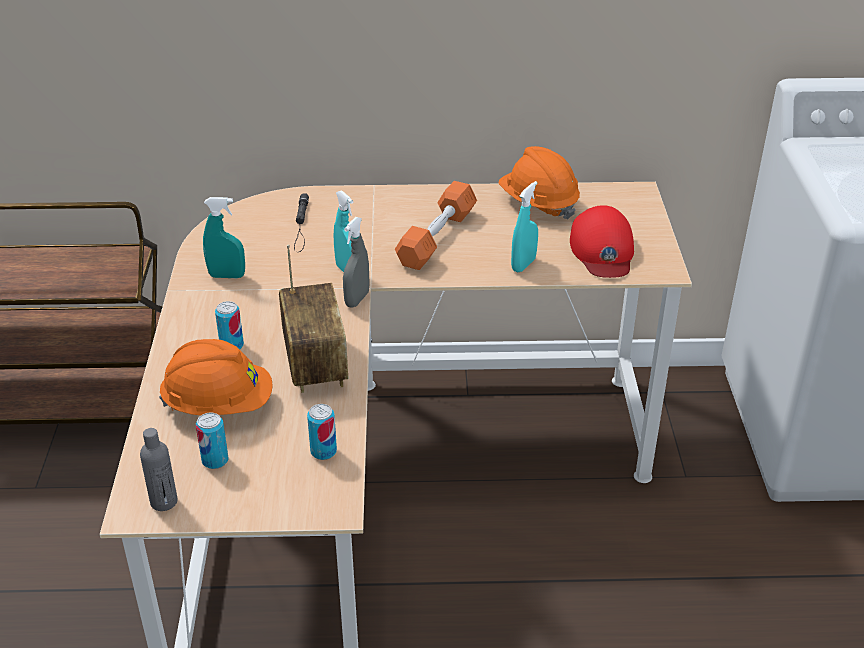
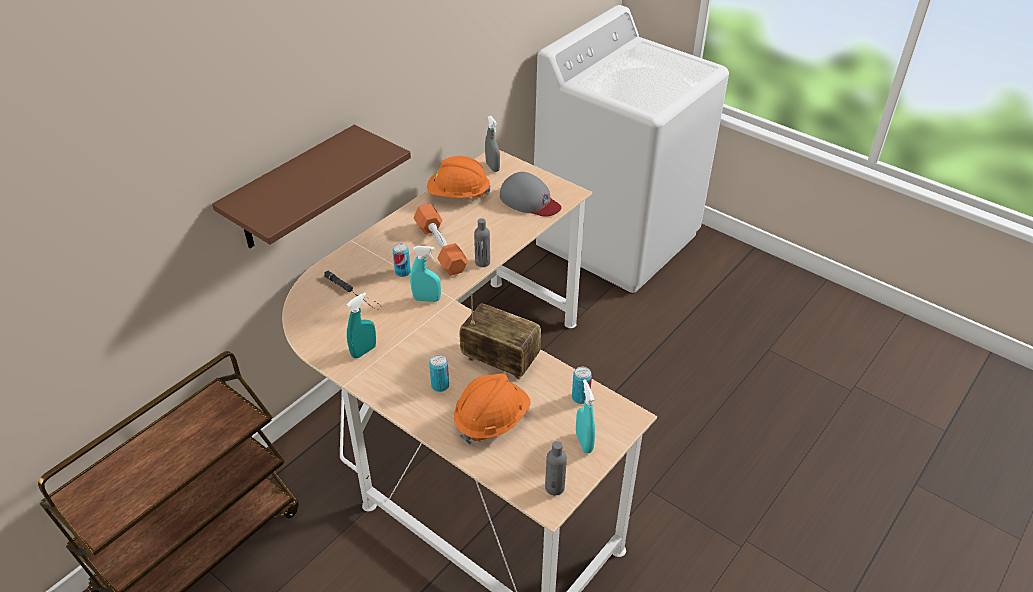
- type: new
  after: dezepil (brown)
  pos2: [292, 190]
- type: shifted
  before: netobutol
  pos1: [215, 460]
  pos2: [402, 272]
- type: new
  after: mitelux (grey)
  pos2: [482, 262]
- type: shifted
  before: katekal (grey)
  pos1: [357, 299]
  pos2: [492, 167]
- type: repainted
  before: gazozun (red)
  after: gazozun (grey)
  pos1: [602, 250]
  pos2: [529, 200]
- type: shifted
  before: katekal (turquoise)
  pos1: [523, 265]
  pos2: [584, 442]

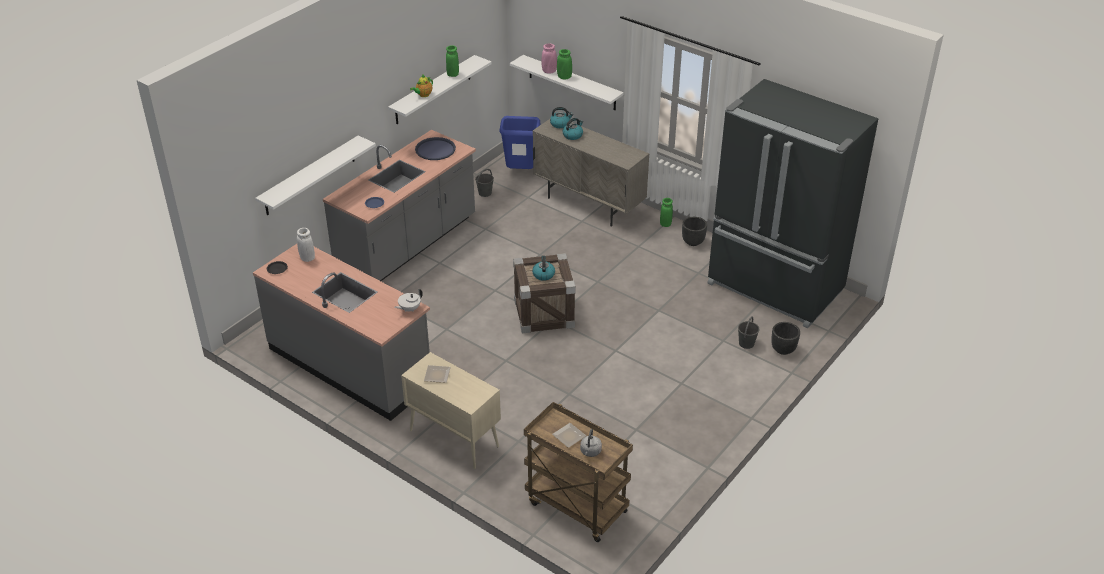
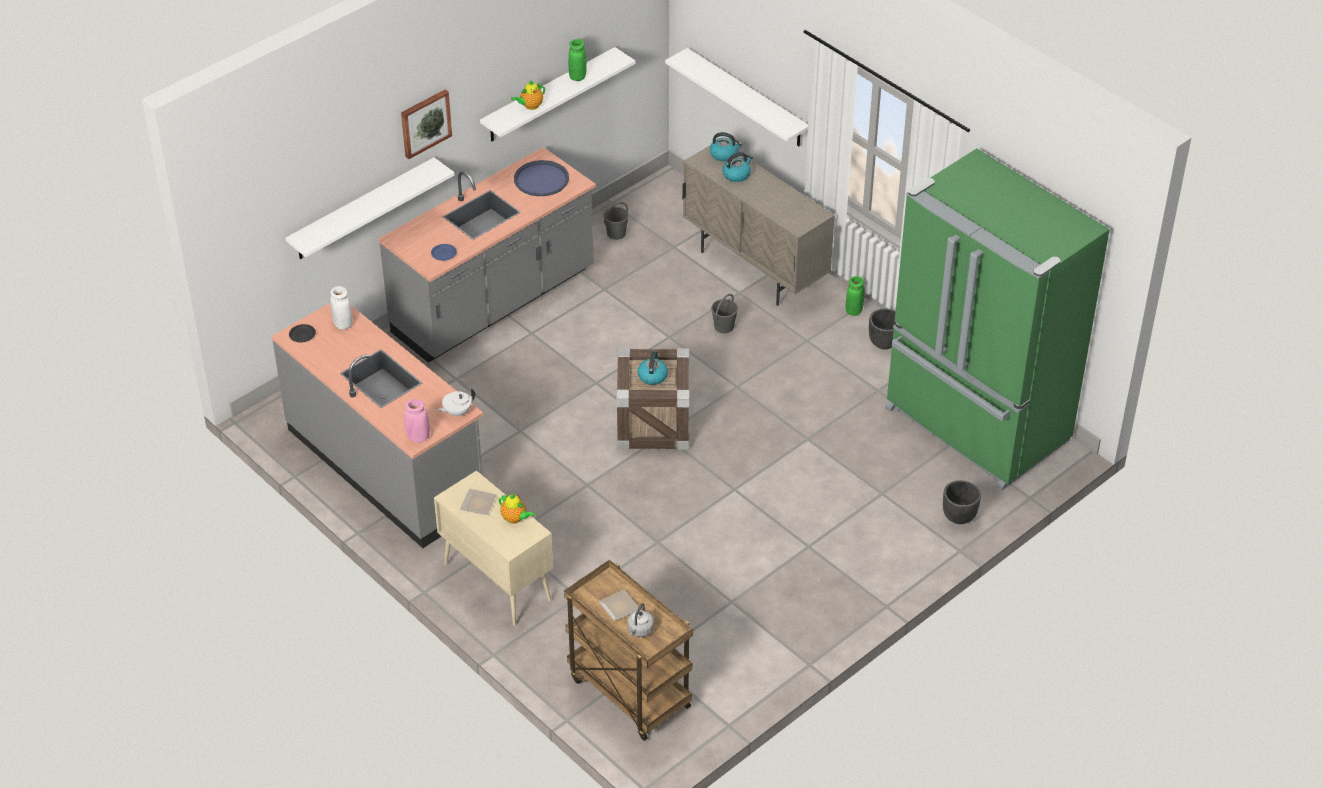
- type: new
  after: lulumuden
  pos2: [425, 123]
- type: shifted
  before: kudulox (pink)
  pos1: [549, 71]
  pos2: [418, 437]
- type: new
  after: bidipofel
  pos2: [515, 519]
- type: shifted
  before: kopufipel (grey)
  pos1: [746, 344]
  pos2: [723, 327]
- type: repainted
  before: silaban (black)
  after: silaban (green)
  pos1: [774, 288]
  pos2: [975, 426]
- type: gone
  before: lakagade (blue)
  pos1: [521, 172]
- type: gone
  before: kudulox (green)
  pos1: [564, 77]

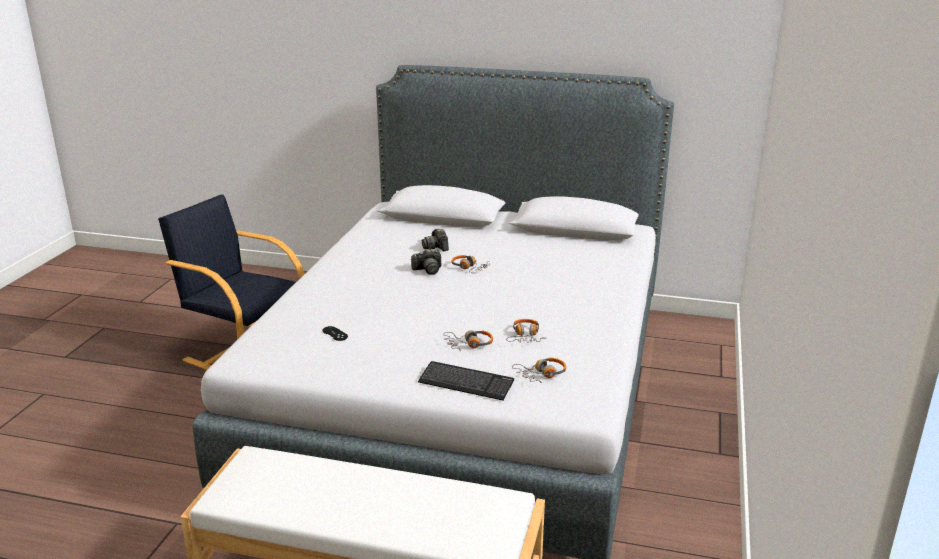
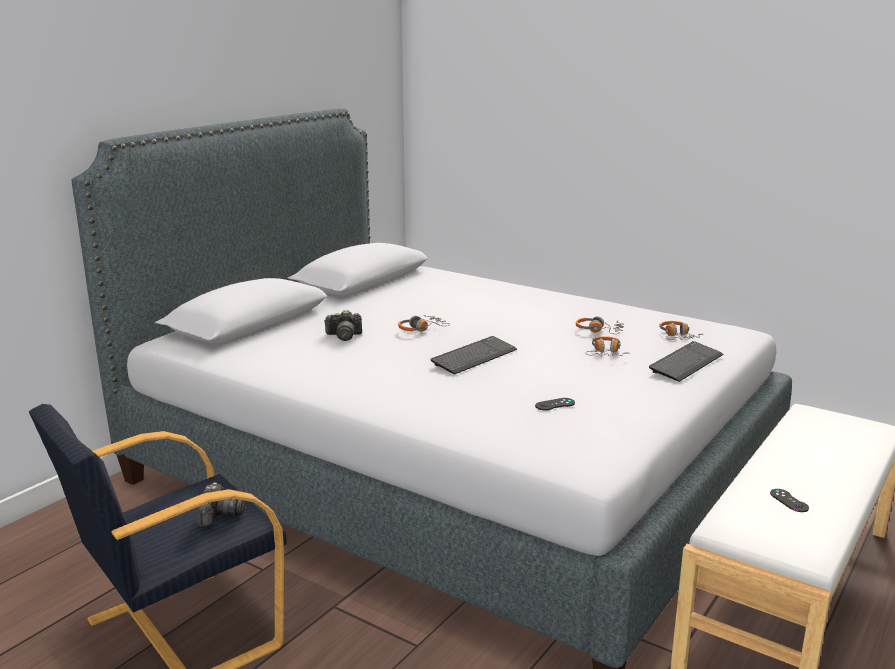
- type: shifted
  before: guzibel
  pos1: [428, 270]
  pos2: [220, 515]
- type: new
  after: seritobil
  pos2: [474, 357]
- type: new
  after: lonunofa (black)
  pos2: [789, 500]

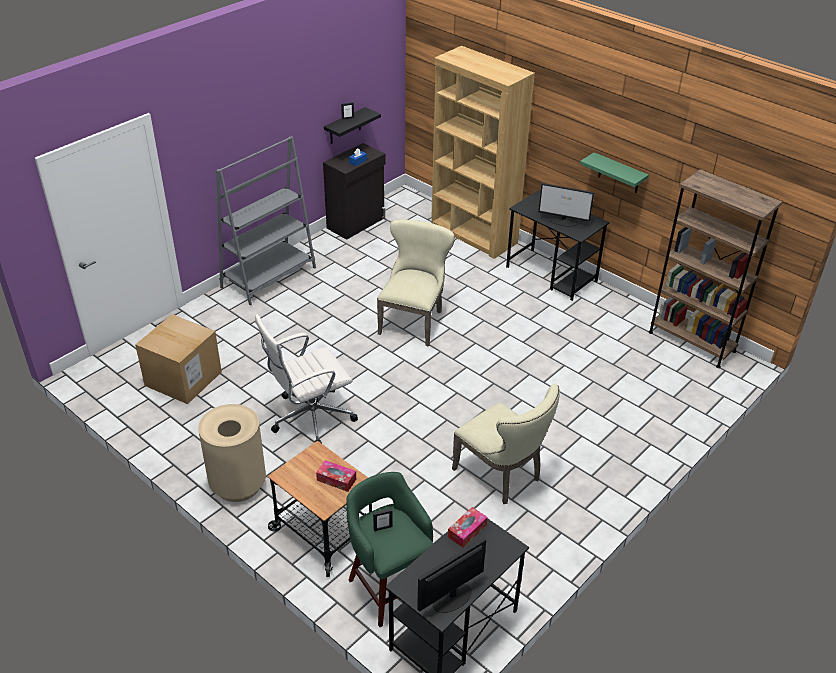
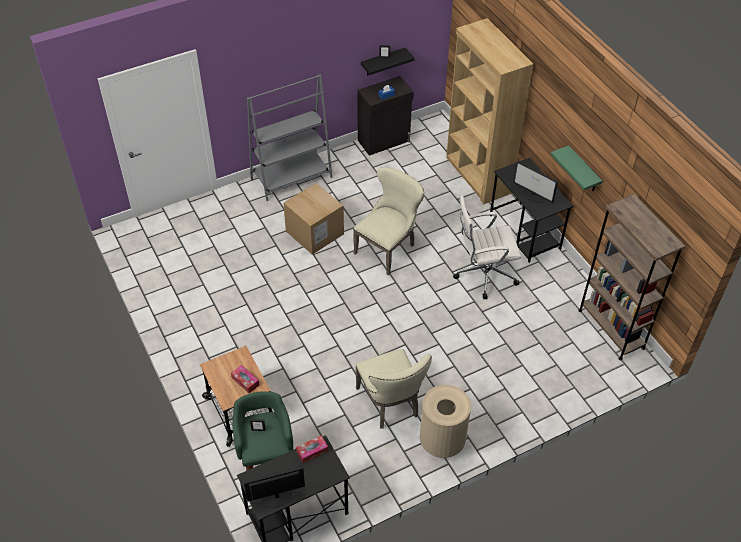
- type: shifted
  before: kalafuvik
  pos1: [183, 379]
  pos2: [314, 232]
- type: shifted
  before: lakagade (beige)
  pos1: [238, 484]
  pos2: [441, 442]
- type: shifted
  before: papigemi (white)
  pos1: [309, 417]
  pos2: [483, 273]

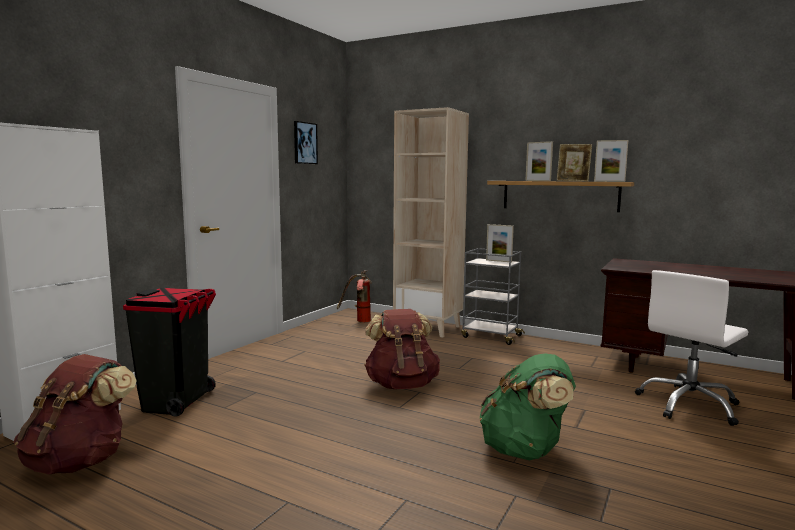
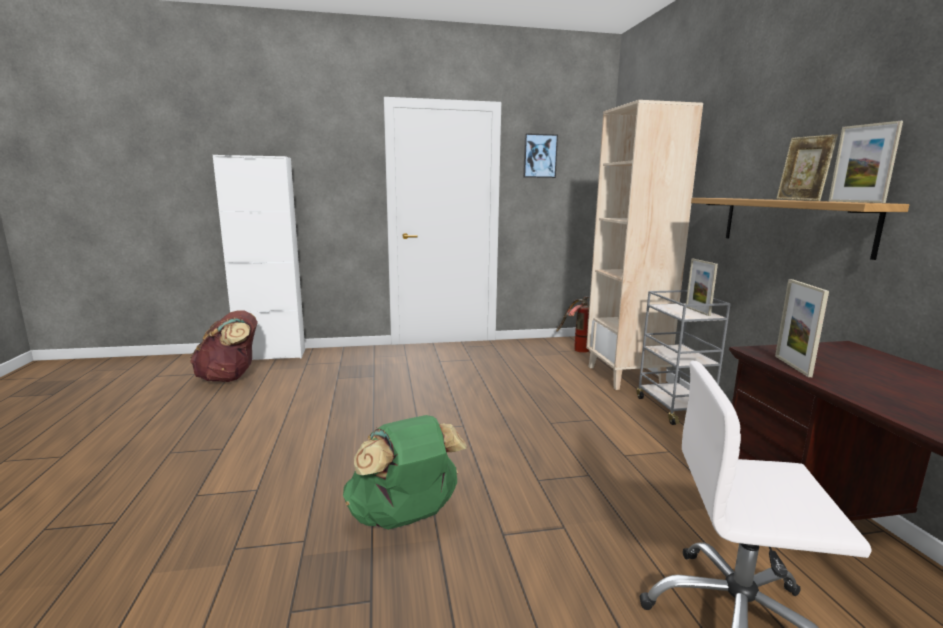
- type: shifted
  before: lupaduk
  pos1: [538, 180]
  pos2: [792, 366]
- type: gone
  before: lakagade (black)
  pos1: [177, 402]
- type: gone
  before: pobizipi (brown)
  pos1: [401, 385]

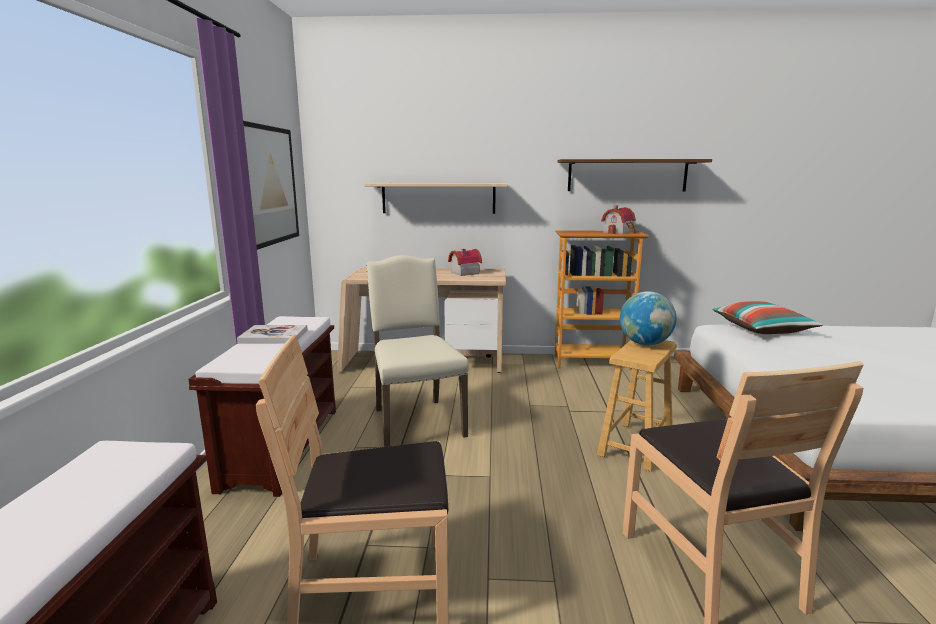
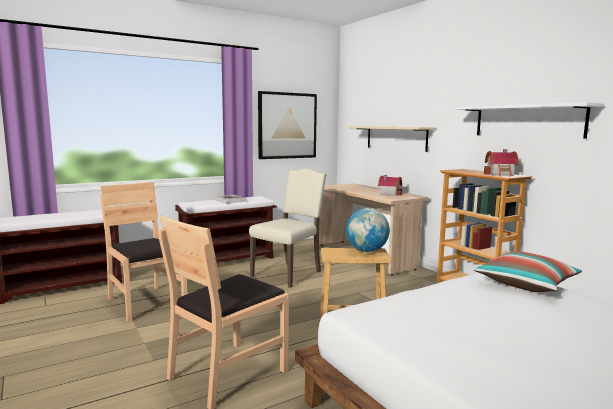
- type: repainted
  before: dezepil (brown)
  after: dezepil (white)
  pos1: [627, 175]
  pos2: [527, 121]

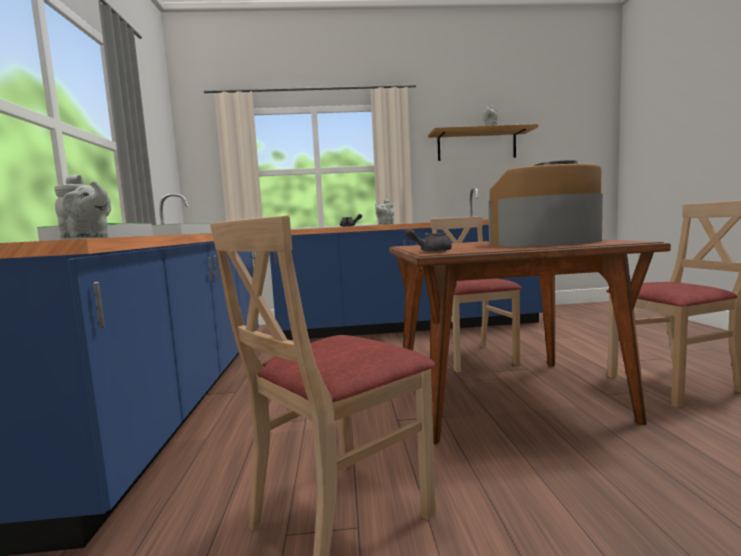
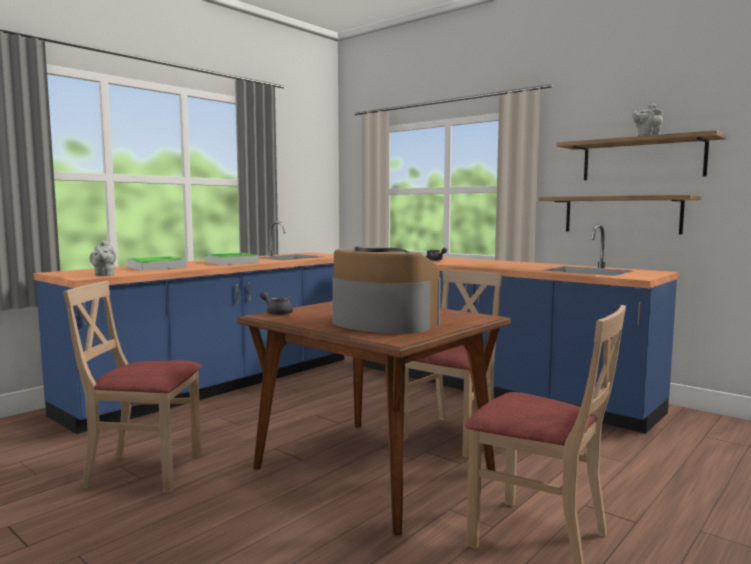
- type: new
  after: dezepil
  pos2: [621, 214]
- type: gone
  before: bidipofel (grey)
  pos1: [385, 224]

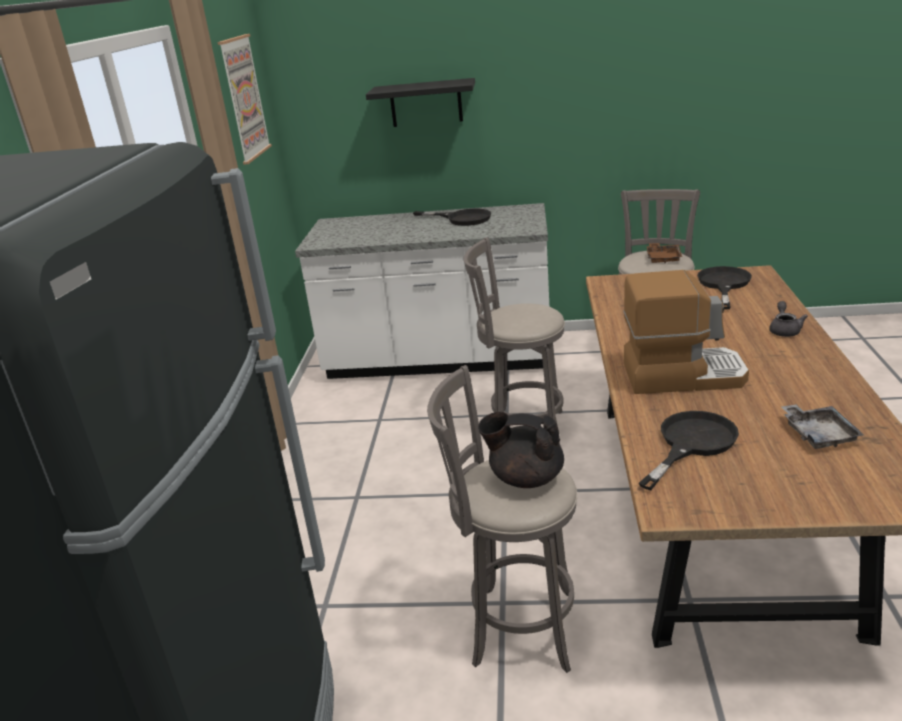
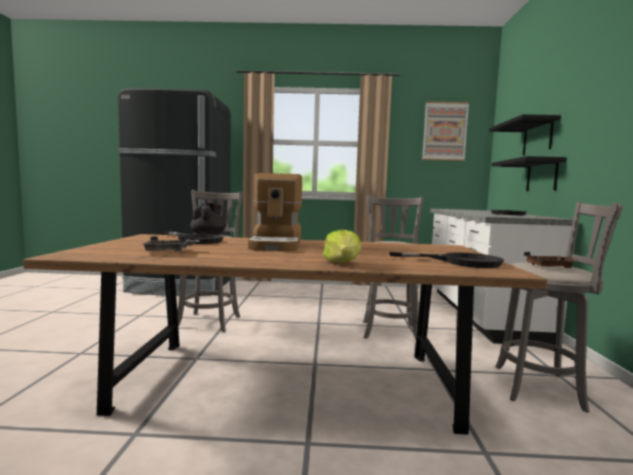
- type: swapped
  before: bidipofel (grey)
  after: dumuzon
  pos1: [784, 330]
  pos2: [343, 263]
- type: new
  after: dezepil (black)
  pos2: [542, 175]

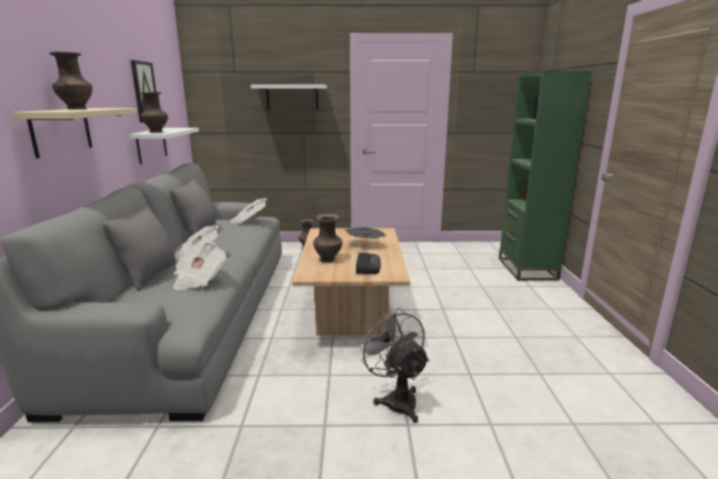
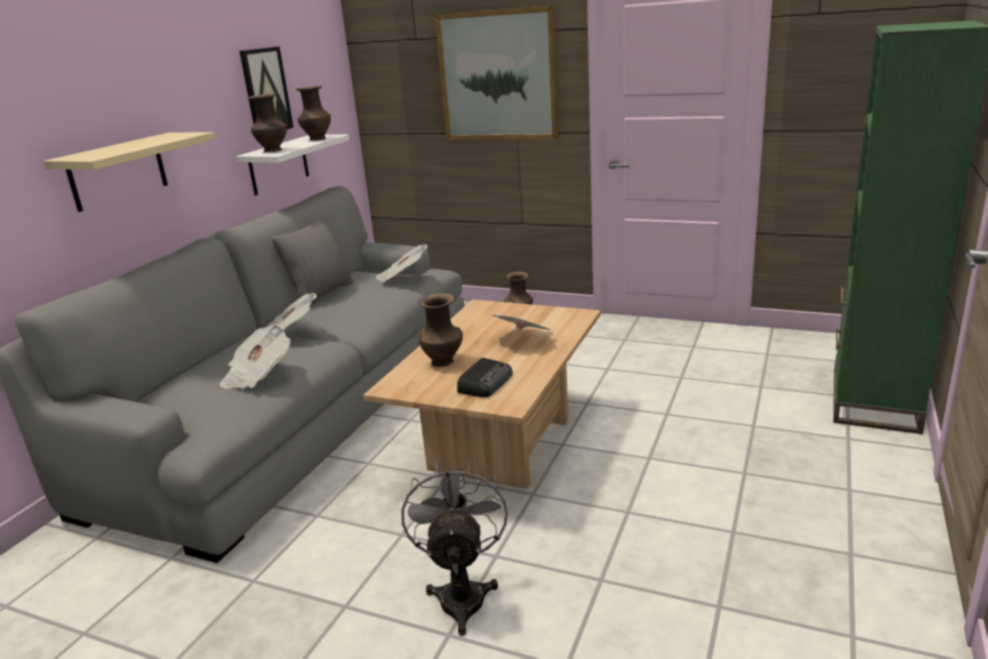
- type: shifted
  before: kudulox (brown)
  pos1: [76, 109]
  pos2: [317, 139]
- type: swapped
  before: dezepil (white)
  after: lulumuden
  pos1: [292, 97]
  pos2: [498, 76]
- type: gone
  before: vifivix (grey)
  pos1: [149, 276]

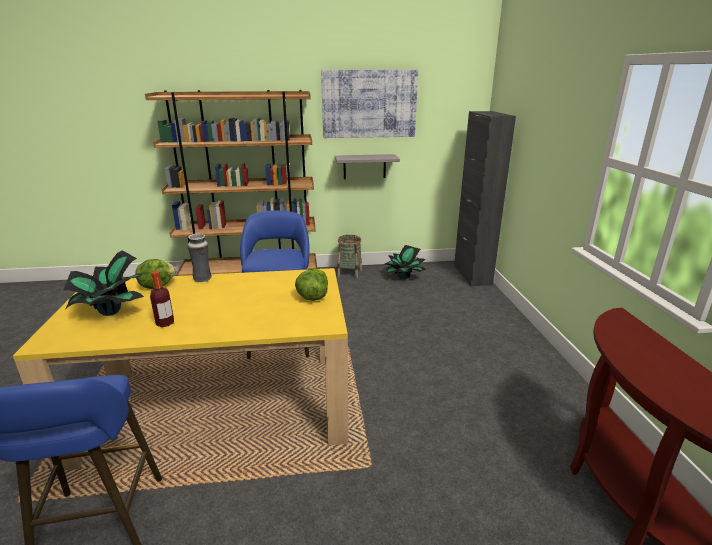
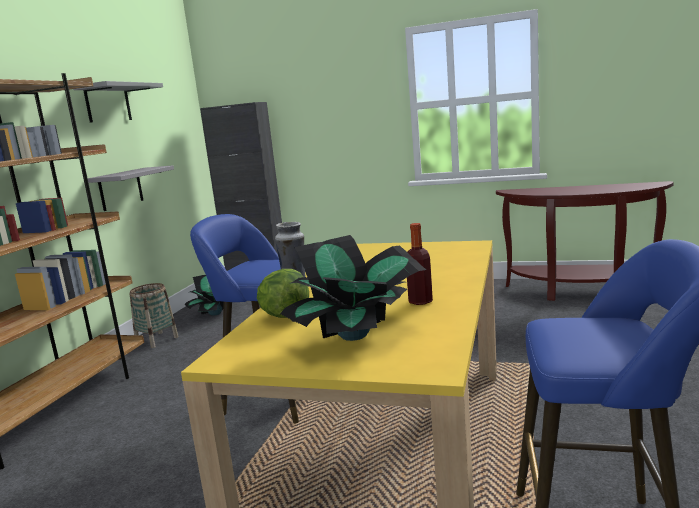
- type: swapped
  before: lulumuden
  after: dezepil (grey)
  pos1: [369, 104]
  pos2: [108, 103]
- type: gone
  before: dumuzon
  pos1: [312, 297]

